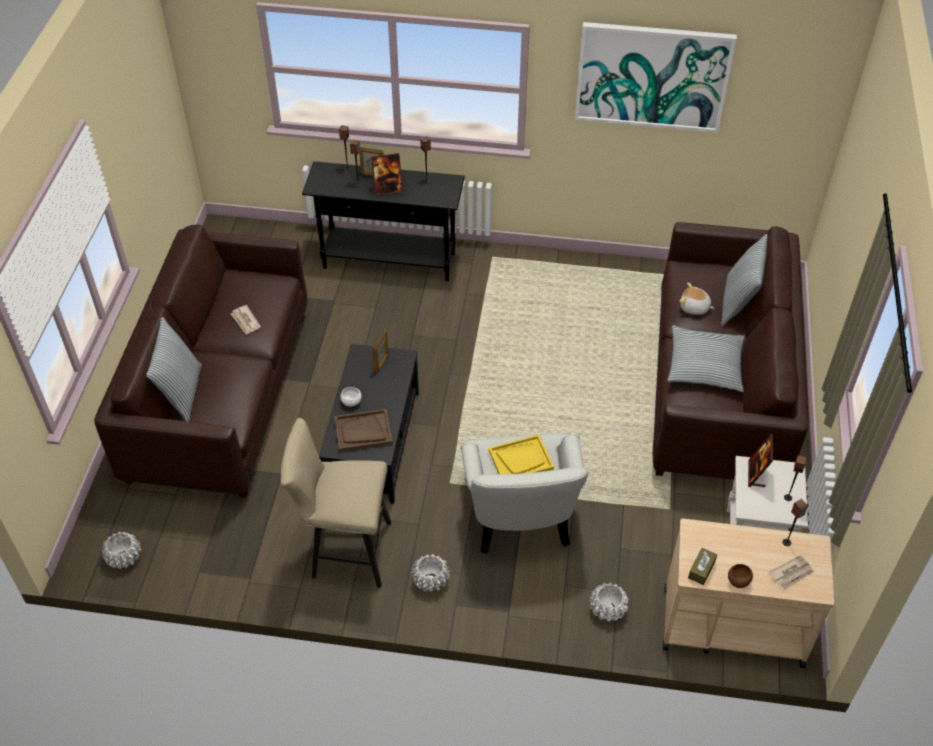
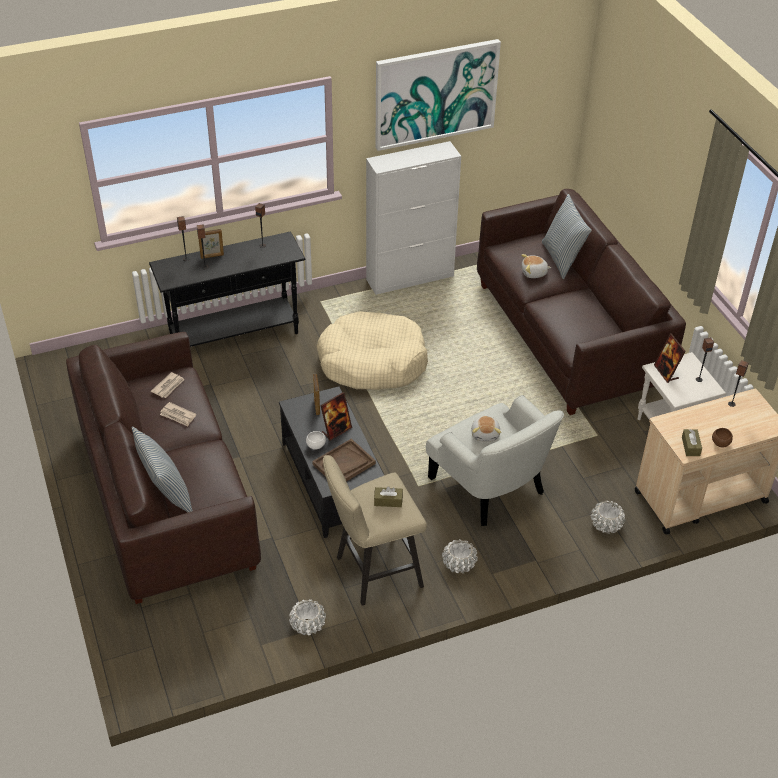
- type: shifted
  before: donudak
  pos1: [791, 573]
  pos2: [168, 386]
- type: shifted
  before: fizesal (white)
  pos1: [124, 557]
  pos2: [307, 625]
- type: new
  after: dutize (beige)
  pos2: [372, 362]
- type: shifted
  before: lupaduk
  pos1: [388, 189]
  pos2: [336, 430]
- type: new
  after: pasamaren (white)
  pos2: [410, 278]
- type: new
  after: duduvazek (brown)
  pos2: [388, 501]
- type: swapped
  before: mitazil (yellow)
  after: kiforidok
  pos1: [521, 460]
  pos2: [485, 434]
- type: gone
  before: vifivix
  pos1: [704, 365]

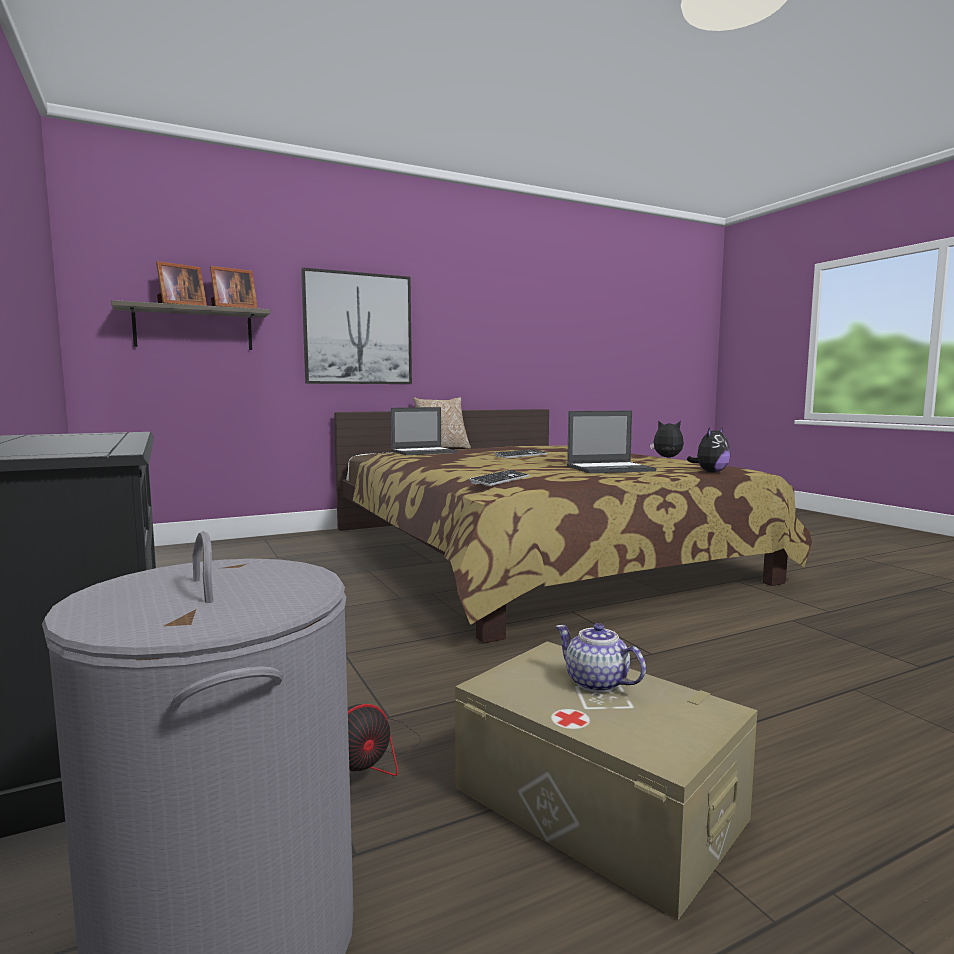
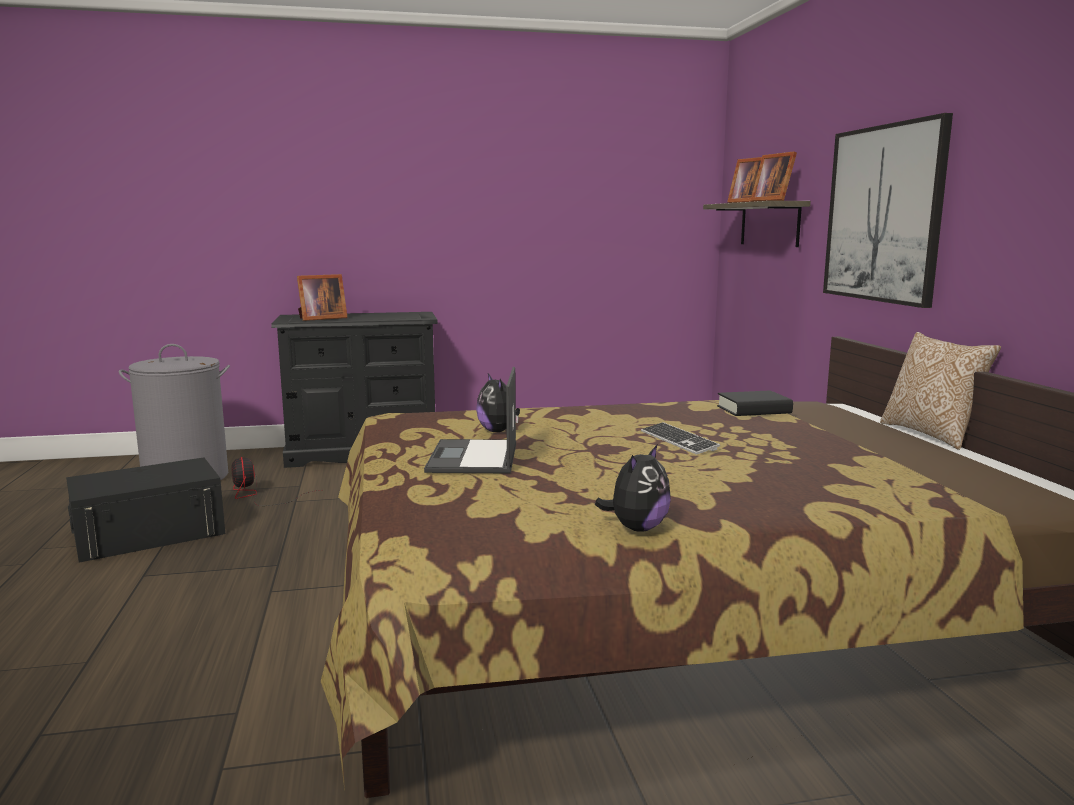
- type: repainted
  before: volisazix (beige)
  after: volisazix (black)
  pos1: [597, 803]
  pos2: [149, 533]
- type: new
  after: lupaduk
  pos2: [320, 318]
- type: shifted
  before: kiforidok
  pos1: [710, 472]
  pos2: [498, 431]
- type: swapped
  before: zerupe
  after: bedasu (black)
  pos1: [424, 452]
  pos2: [754, 410]
- type: gone
  before: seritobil
  pos1: [500, 480]
- type: gone
  before: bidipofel
  pos1: [597, 683]

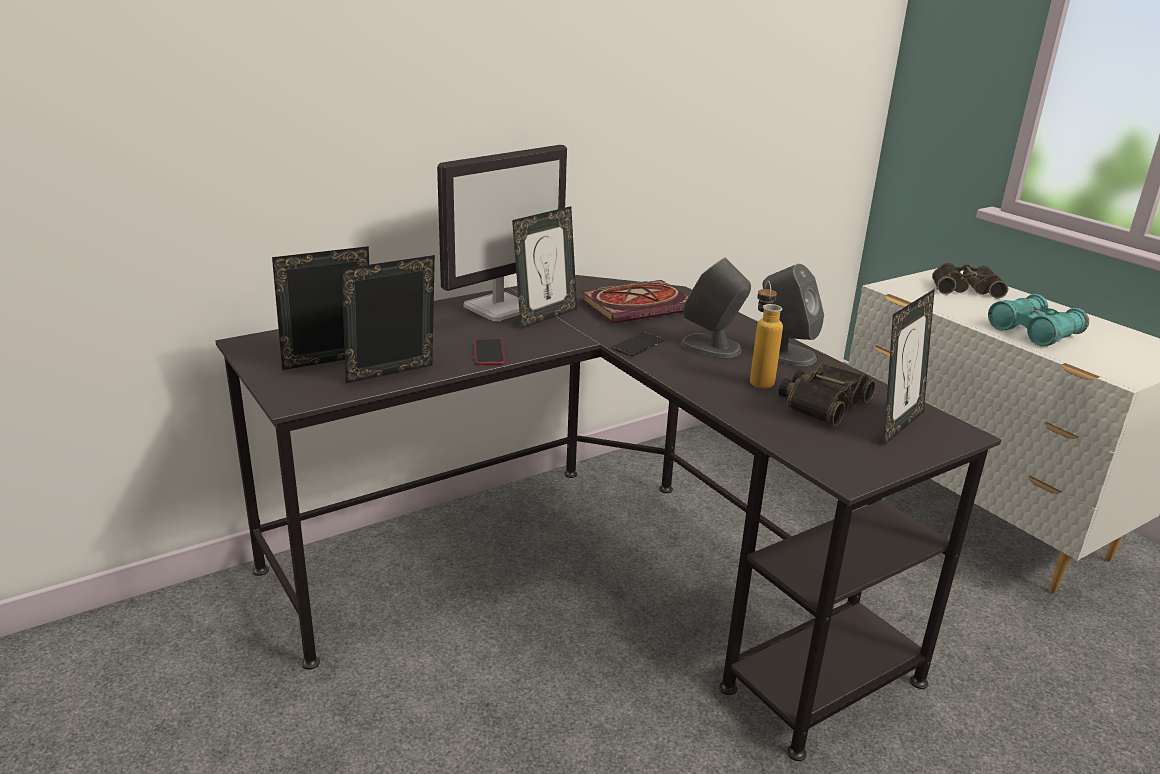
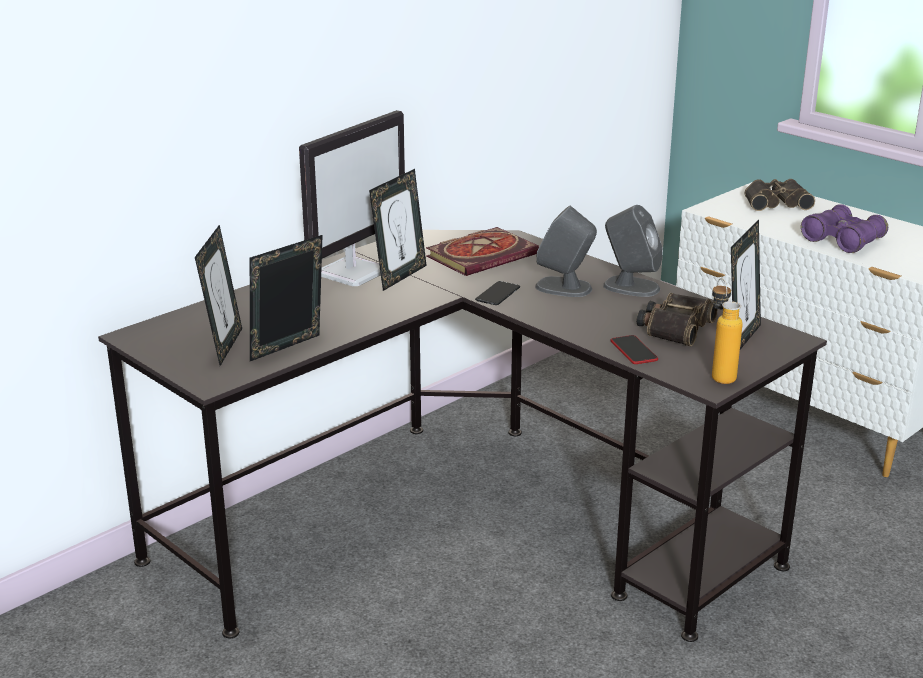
- type: rotated
  before: lupaduk
  pos1: [329, 365]
  pos2: [224, 346]
  turn: 135
- type: shifted
  before: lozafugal
  pos1: [489, 353]
  pos2: [633, 351]
- type: shifted
  before: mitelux
  pos1: [759, 379]
  pos2: [719, 374]
- type: repainted
  before: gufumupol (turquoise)
  after: gufumupol (purple)
  pos1: [1034, 332]
  pos2: [842, 240]

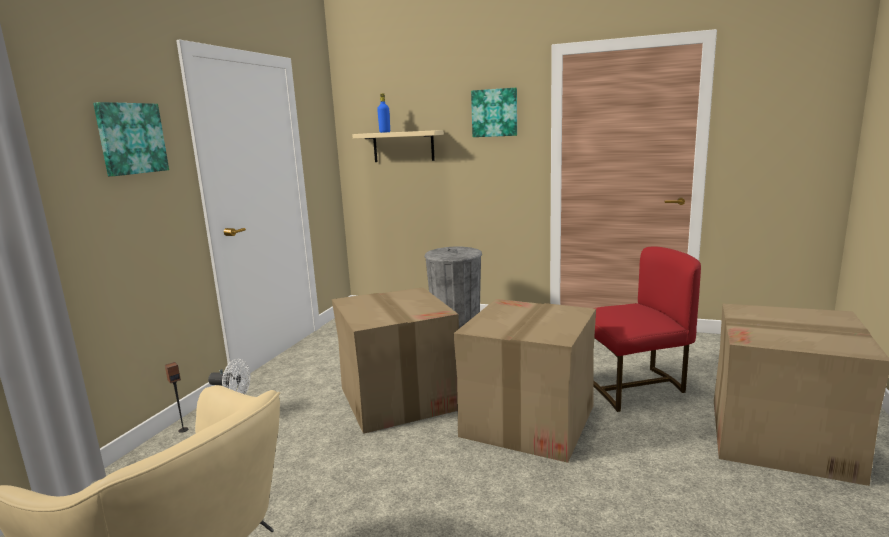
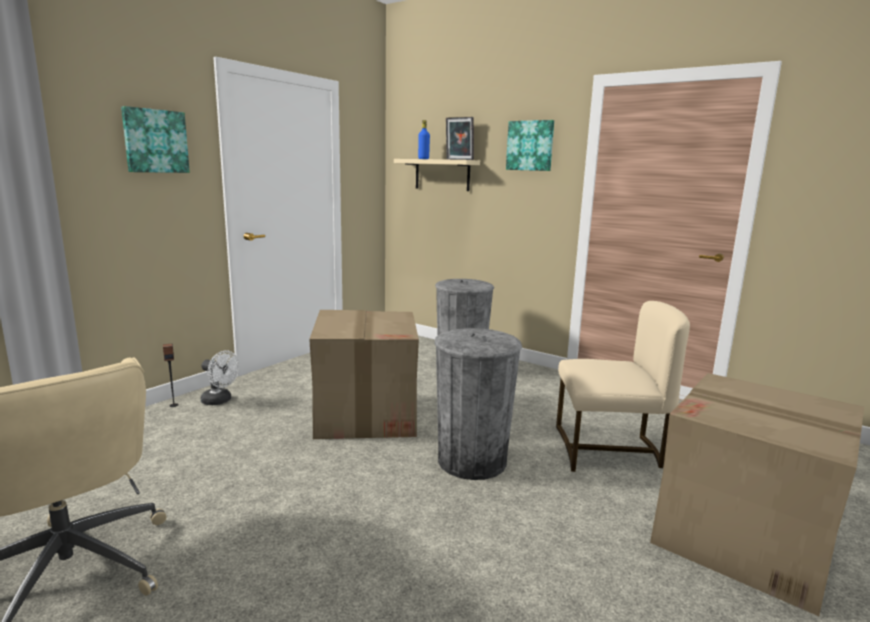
- type: swapped
  before: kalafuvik
  after: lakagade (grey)
  pos1: [528, 421]
  pos2: [471, 461]
- type: new
  after: lupaduk
  pos2: [458, 159]
- type: repainted
  before: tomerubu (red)
  after: tomerubu (beige)
  pos1: [633, 386]
  pos2: [608, 450]

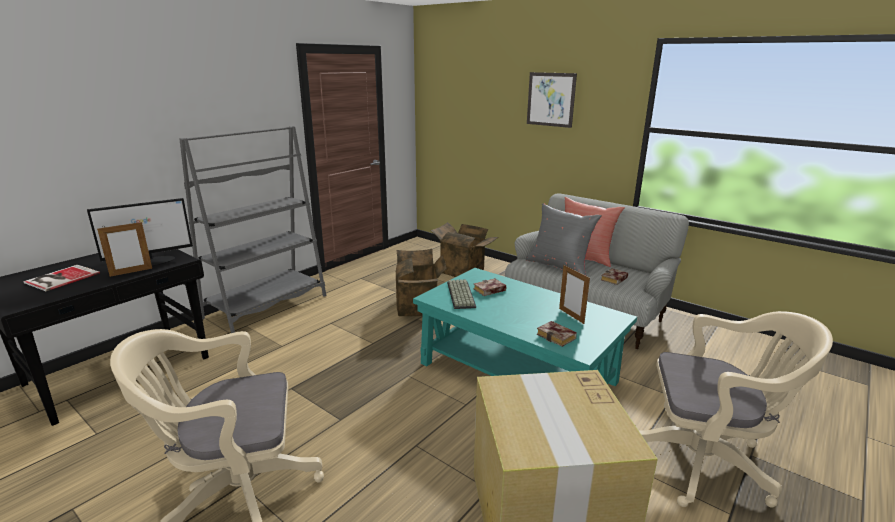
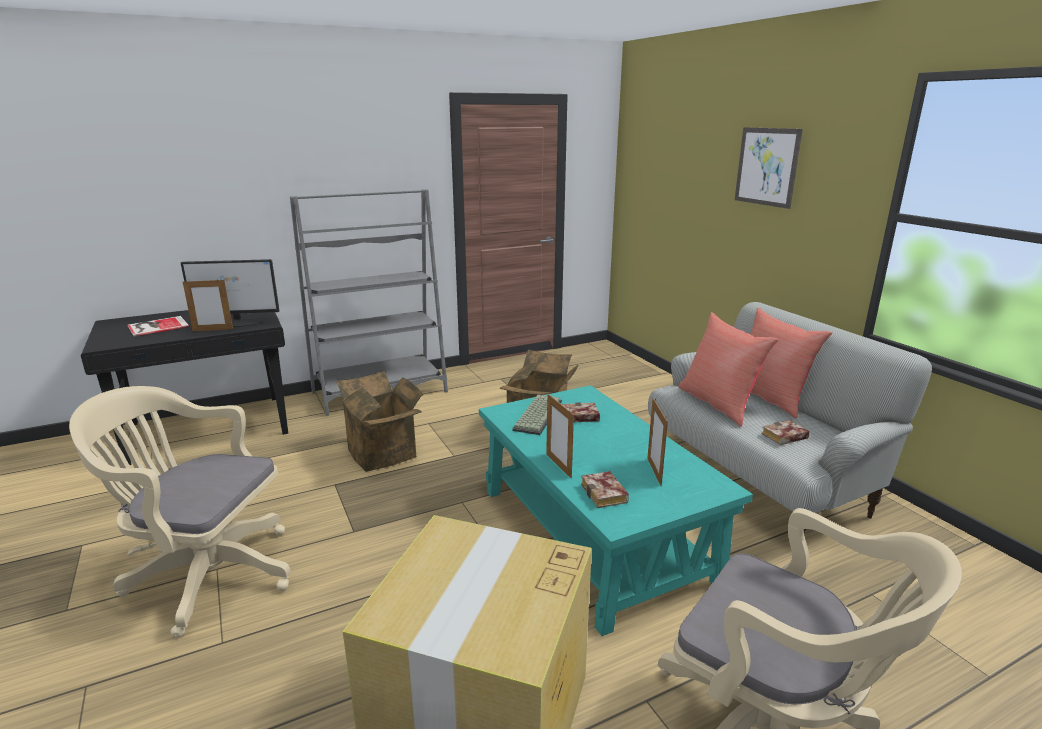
- type: shifted
  before: kalafuvik
  pos1: [464, 270]
  pos2: [385, 453]
- type: new
  after: lupaduk
  pos2: [558, 465]
- type: repainted
  before: vifivix (grey)
  after: vifivix (red)
  pos1: [559, 266]
  pos2: [719, 404]

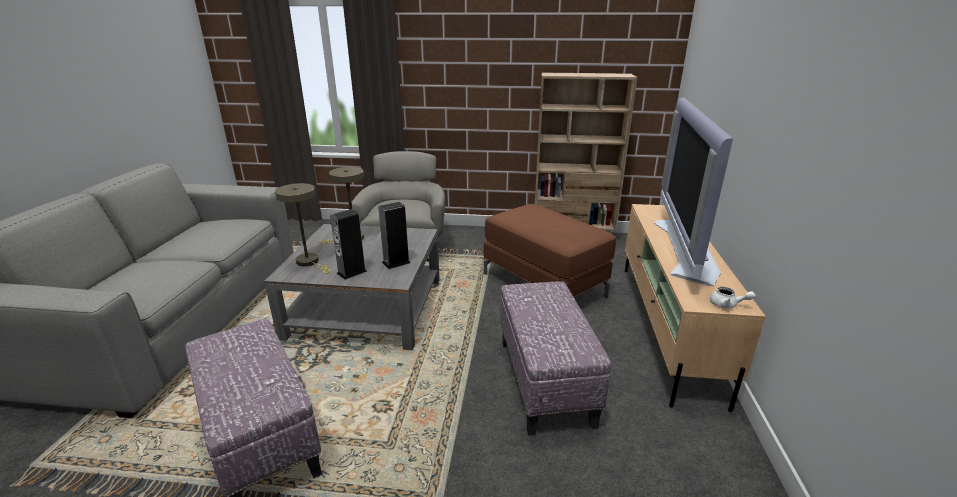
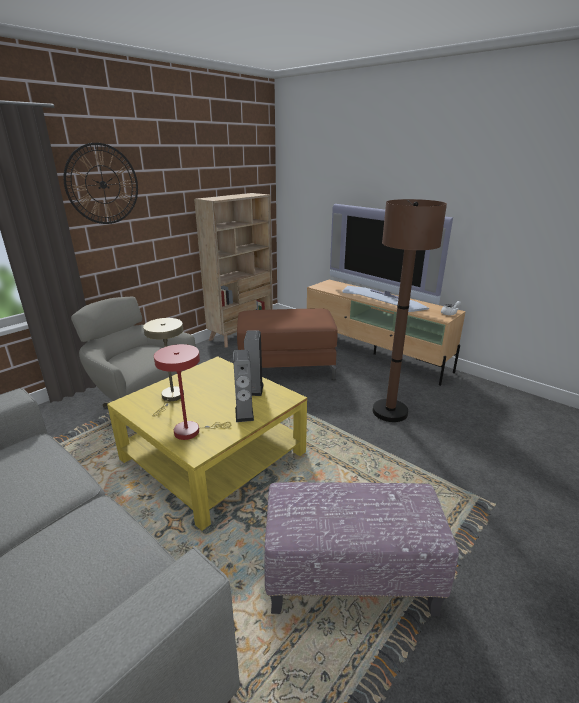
- type: new
  after: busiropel
  pos2: [103, 184]
- type: repainted
  before: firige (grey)
  after: firige (yellow)
  pos1: [366, 307]
  pos2: [213, 456]
- type: repainted
  before: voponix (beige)
  after: voponix (red)
  pos1: [310, 262]
  pos2: [192, 431]
- type: swapped
  before: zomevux
  after: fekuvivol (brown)
  pos1: [546, 381]
  pos2: [390, 412]

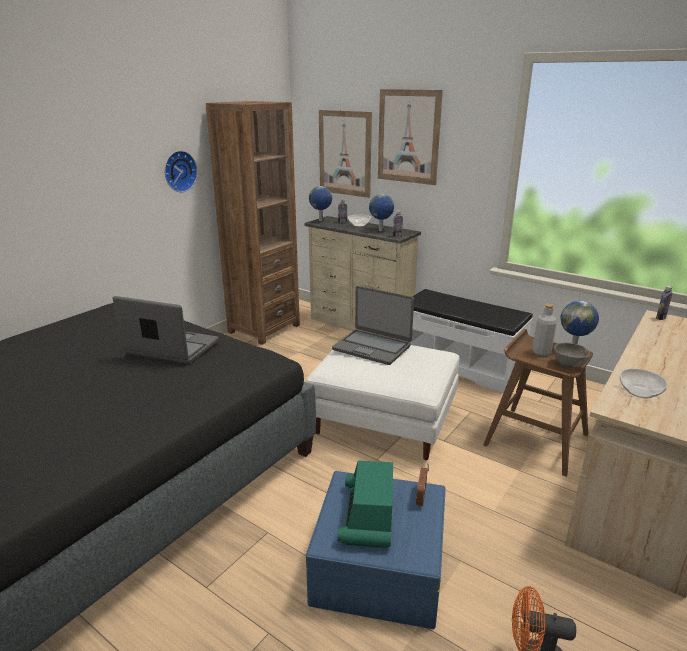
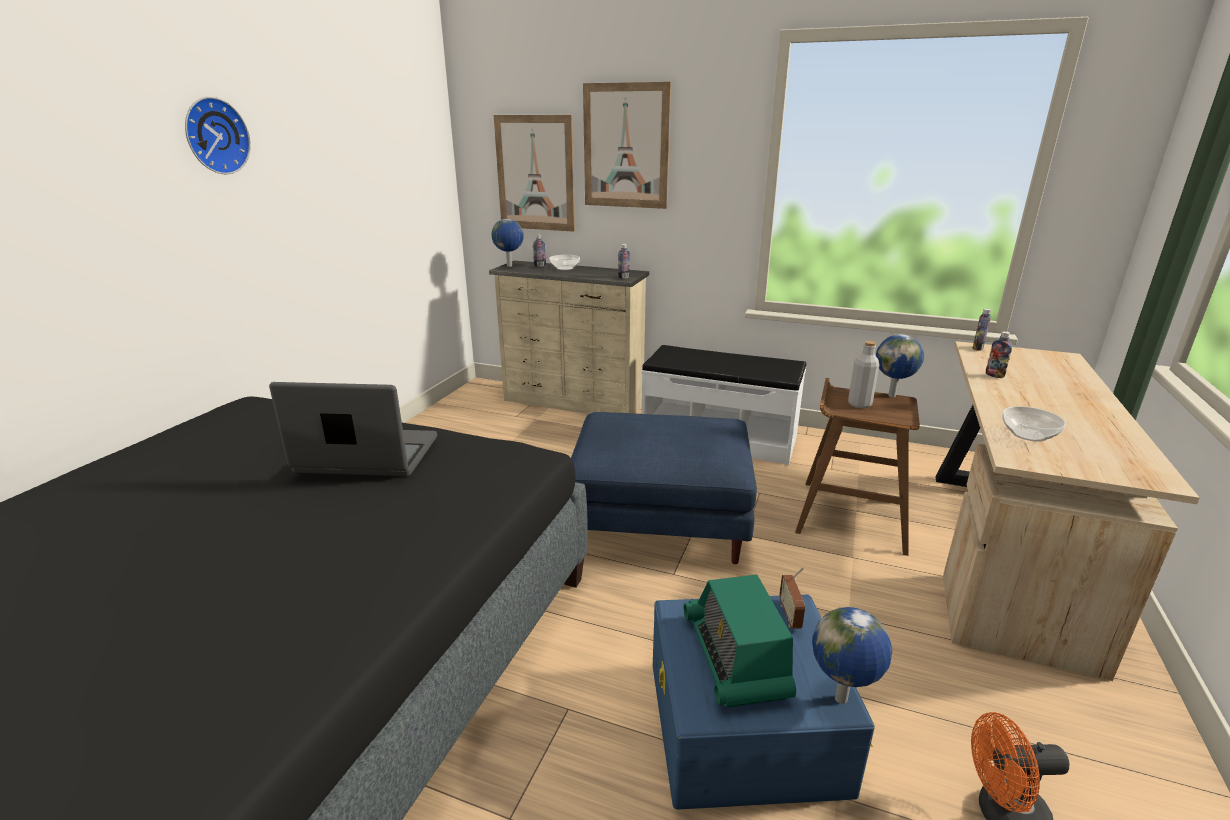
- type: shifted
  before: busiropel
  pos1: [179, 171]
  pos2: [214, 136]
- type: repainted
  before: zomevux (white)
  after: zomevux (blue)
  pos1: [385, 422]
  pos2: [661, 522]
- type: shifted
  before: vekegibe
  pos1: [381, 230]
  pos2: [842, 700]
- type: new
  after: mitelux
  pos2: [994, 375]
- type: gone
  before: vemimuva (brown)
  pos1: [264, 328]
- type: gone
  before: zerupe
  pos1: [372, 347]
- type: gone
  before: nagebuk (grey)
  pos1: [569, 365]

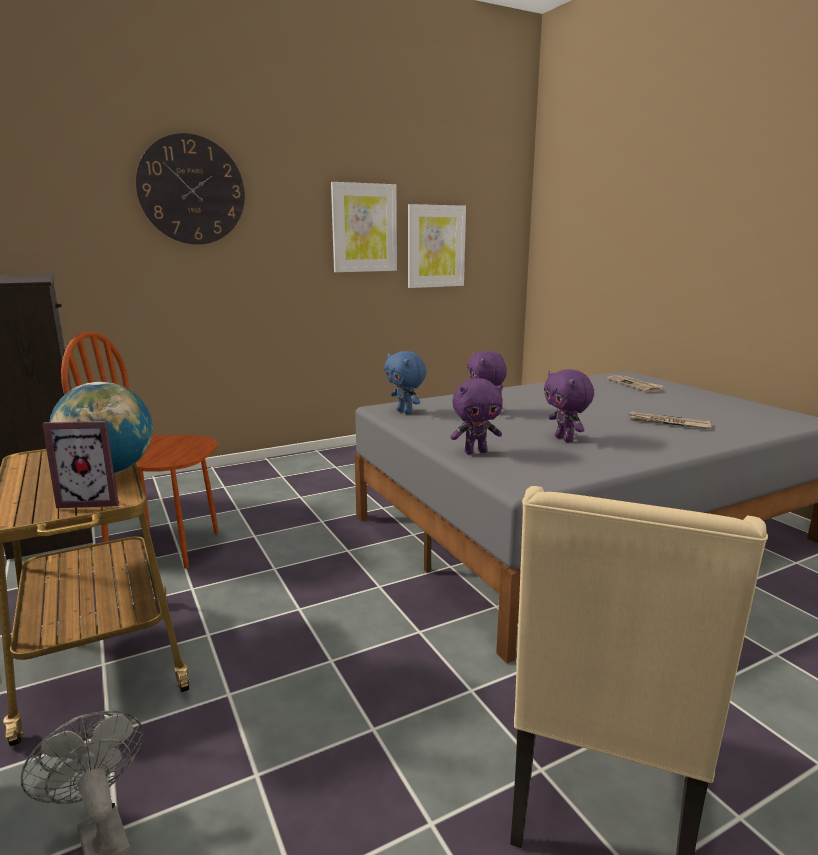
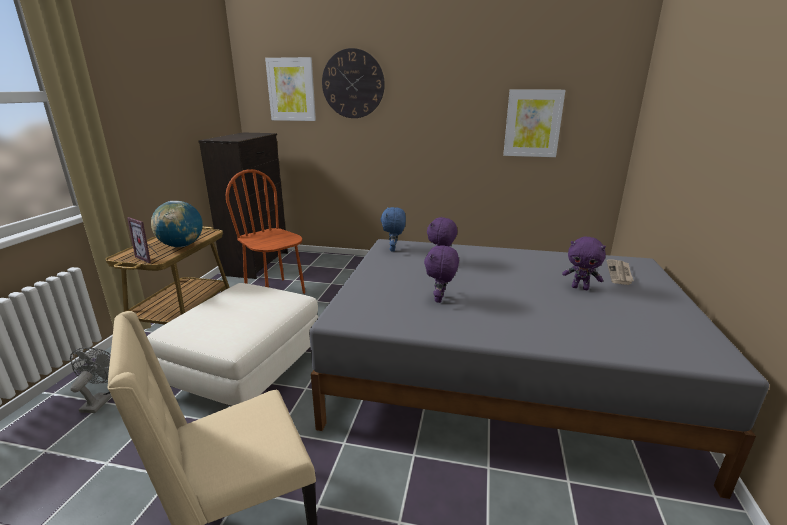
- type: new
  after: zomevux (white)
  pos2: [247, 373]
- type: shifted
  before: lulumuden
  pos1: [364, 228]
  pos2: [291, 89]
- type: shifted
  before: kiforidok (purple)
  pos1: [476, 452]
  pos2: [580, 288]
- type: gone
  before: donudak
  pos1: [668, 423]

